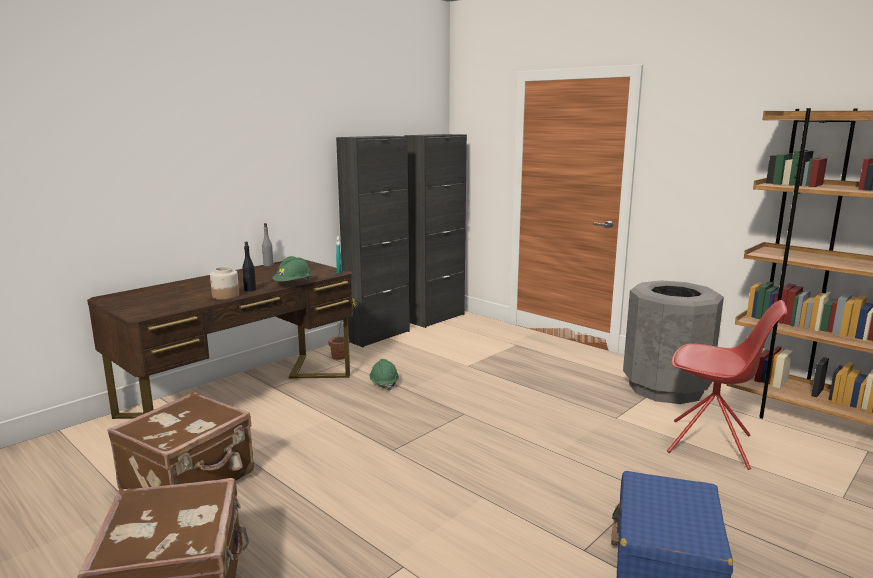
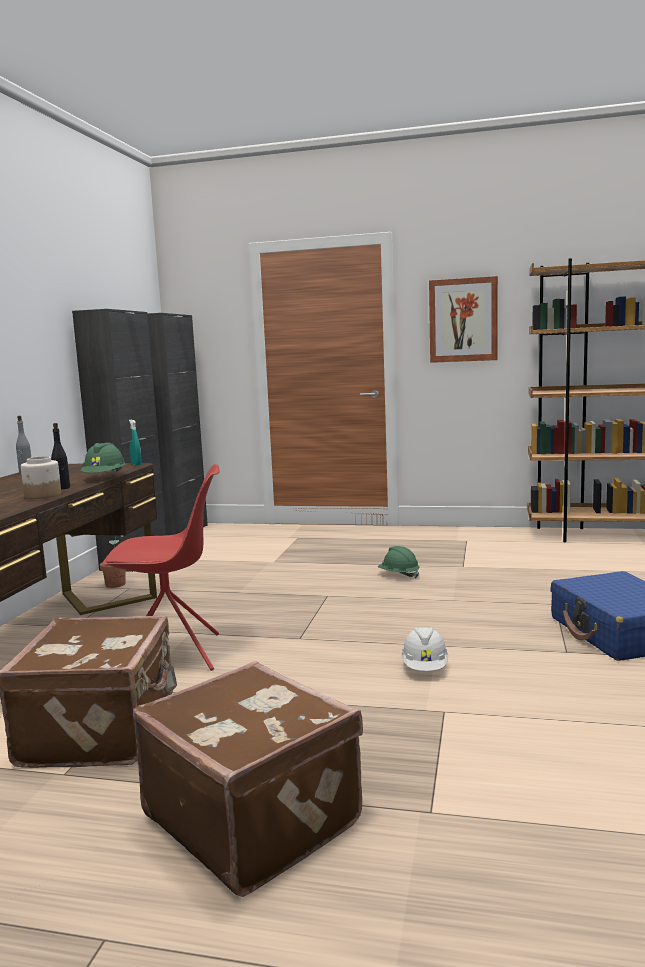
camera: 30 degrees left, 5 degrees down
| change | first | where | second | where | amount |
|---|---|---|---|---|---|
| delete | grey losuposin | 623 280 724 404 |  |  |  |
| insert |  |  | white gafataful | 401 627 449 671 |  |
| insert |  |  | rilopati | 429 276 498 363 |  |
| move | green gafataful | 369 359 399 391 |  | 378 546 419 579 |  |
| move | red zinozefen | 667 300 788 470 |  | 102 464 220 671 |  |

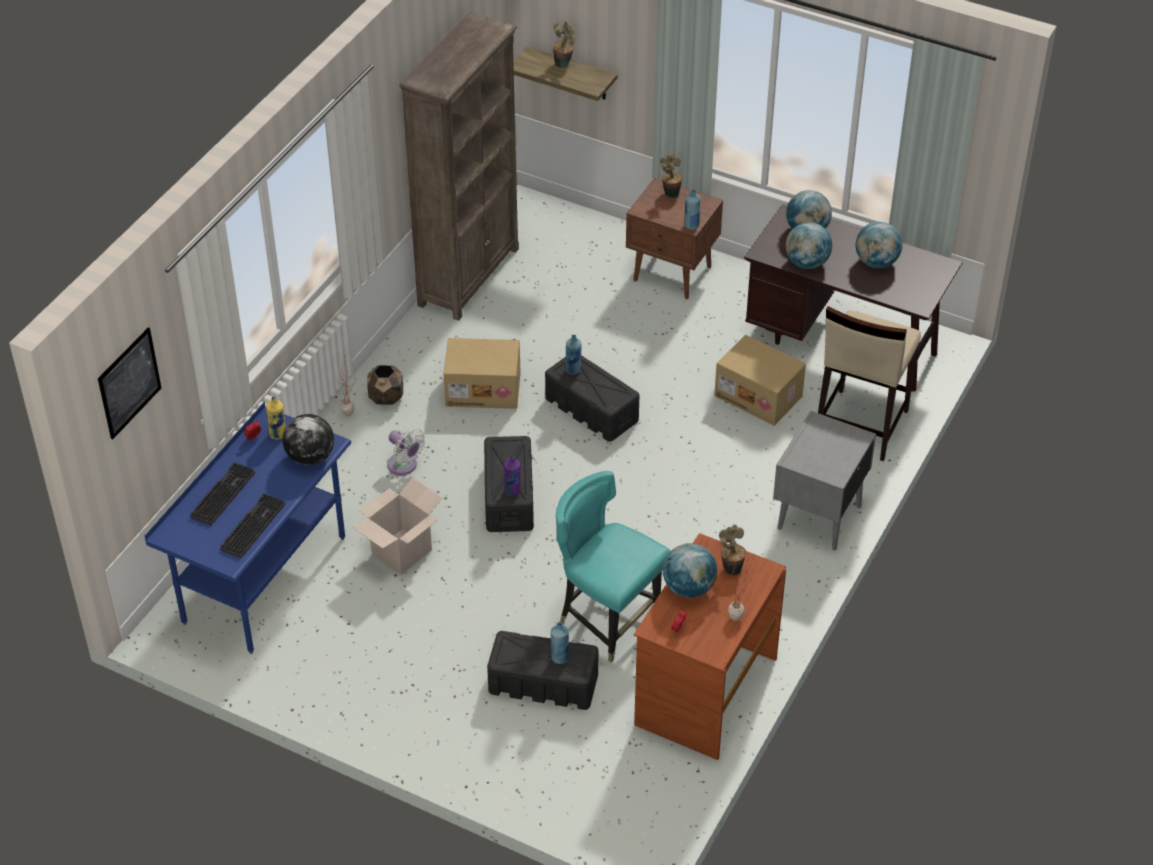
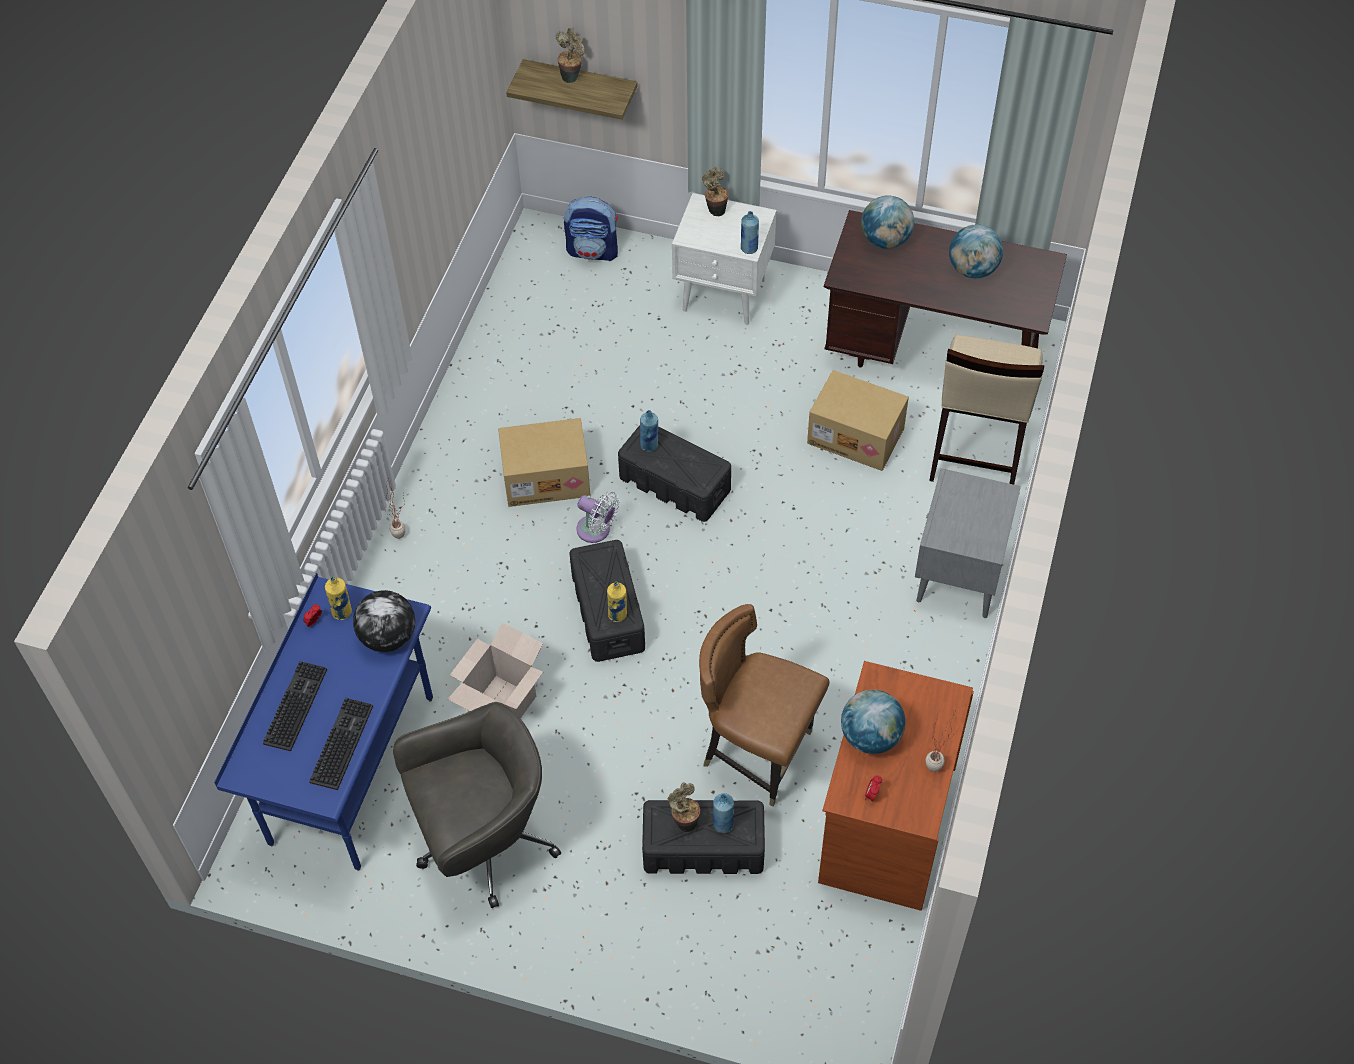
camera: 10 degrees left, 10 degrees up
| change | first | where | second | where | amount |
|---|---|---|---|---|---|
| delete | rilopati | 98 327 161 439 |  |  |  |
| delete | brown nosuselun | 367 365 403 405 |  |  |  |
| delete | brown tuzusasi | 399 12 519 321 |  |  |  |
| delete | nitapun | 786 222 832 269 |  |  |  |
| insert |  |  | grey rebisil | 393 702 561 908 |  |
| insert |  |  | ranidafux | 564 197 618 261 |  |
| move | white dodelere | 387 428 426 475 |  | 576 491 619 543 |  |
| move | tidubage | 719 524 746 576 |  | 668 782 700 832 |  |
| recolor | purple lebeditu | 504 456 521 496 | yellow lebeditu | 607 582 627 622 |  |
| recolor | turquoise zinozefen | 556 471 671 662 | brown zinozefen | 699 604 830 806 |  |
| recolor | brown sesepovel | 626 178 723 299 | white sesepovel | 672 193 776 325 |  |

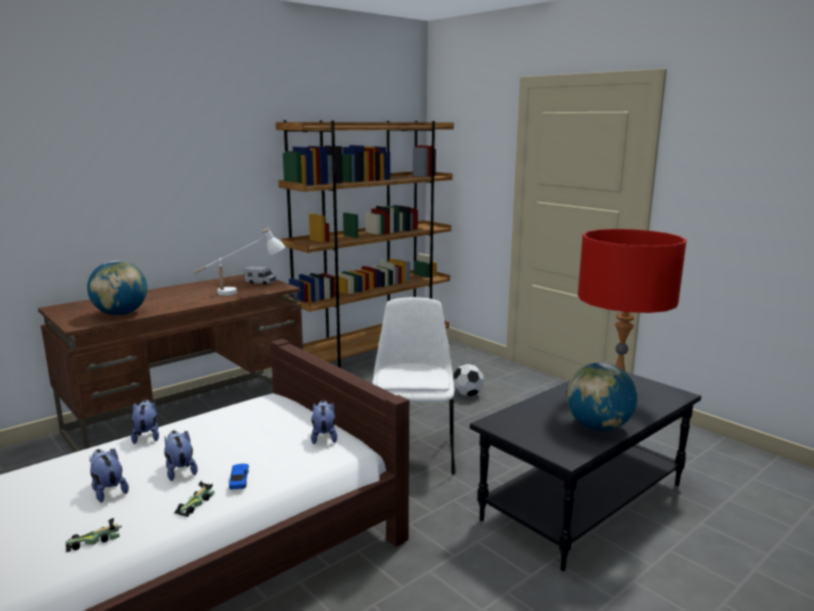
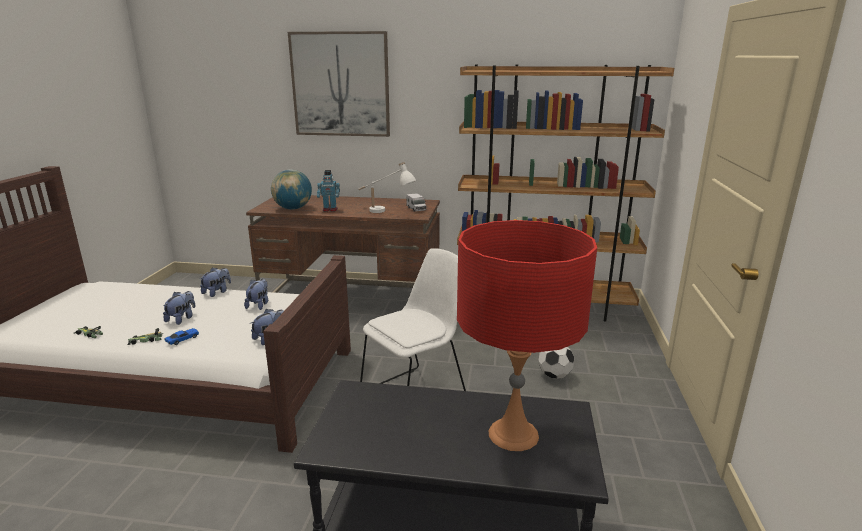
camera: 50 degrees right, 5 degrees up
| change | first | where | second | where | amount |
|---|---|---|---|---|---|
| delete | nitapun | 567 362 637 431 |  |  |  |
| insert |  |  | rilopati | 288 31 390 137 |  |
| insert |  |  | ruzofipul | 317 170 340 212 |  |
| move | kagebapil | 89 449 129 503 |  | 244 279 268 310 |  |

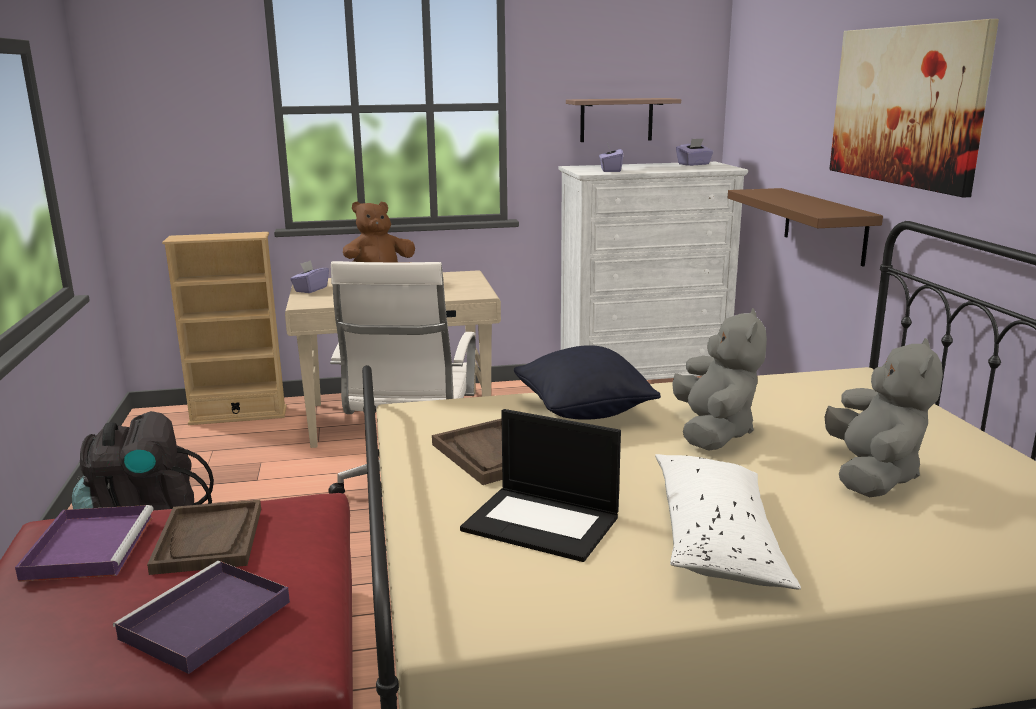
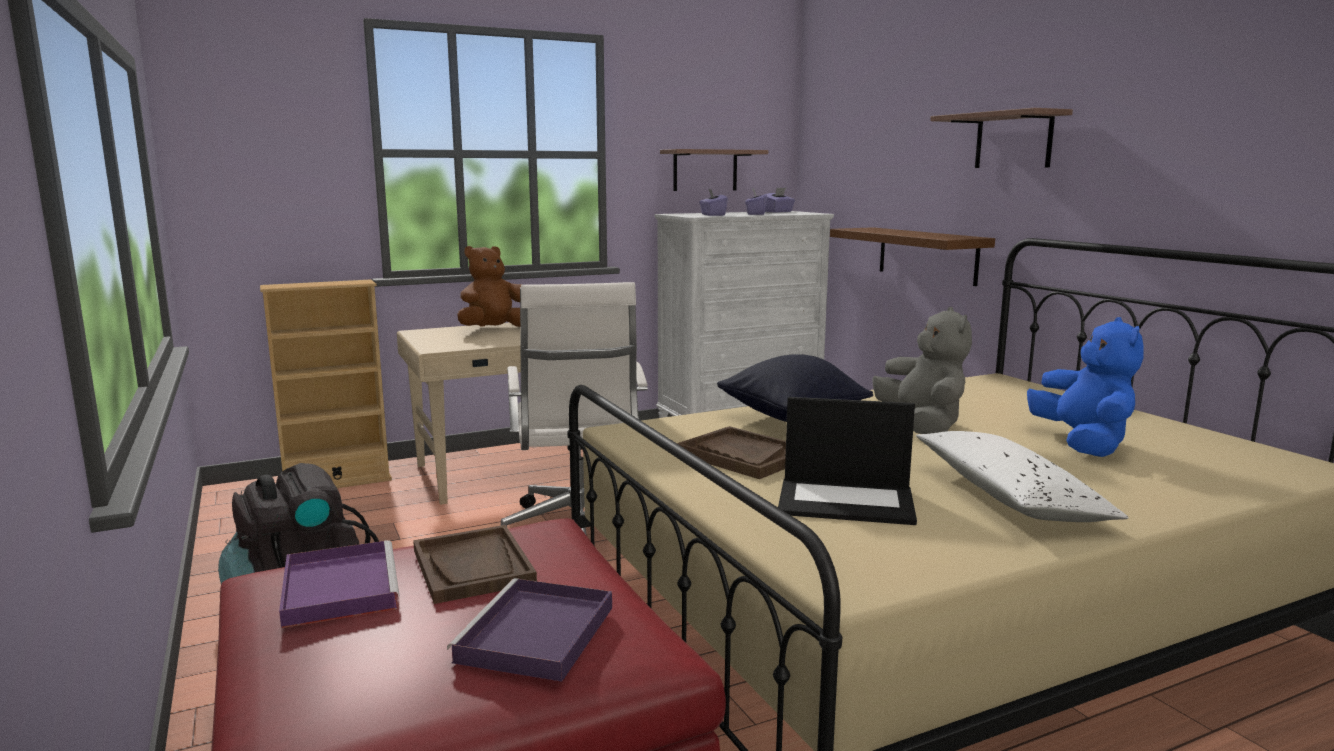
camera: 15 degrees left, 5 degrees down
| change | first | where | second | where | amount |
|---|---|---|---|---|---|
| move | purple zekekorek | 290 260 329 293 |  | 745 189 767 215 |  |
| replace | rilopati | 829 19 999 197 | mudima | 930 108 1073 168 |  |
| recolor | grey kagebapil | 825 338 943 497 | blue kagebapil | 1027 317 1144 457 |  |

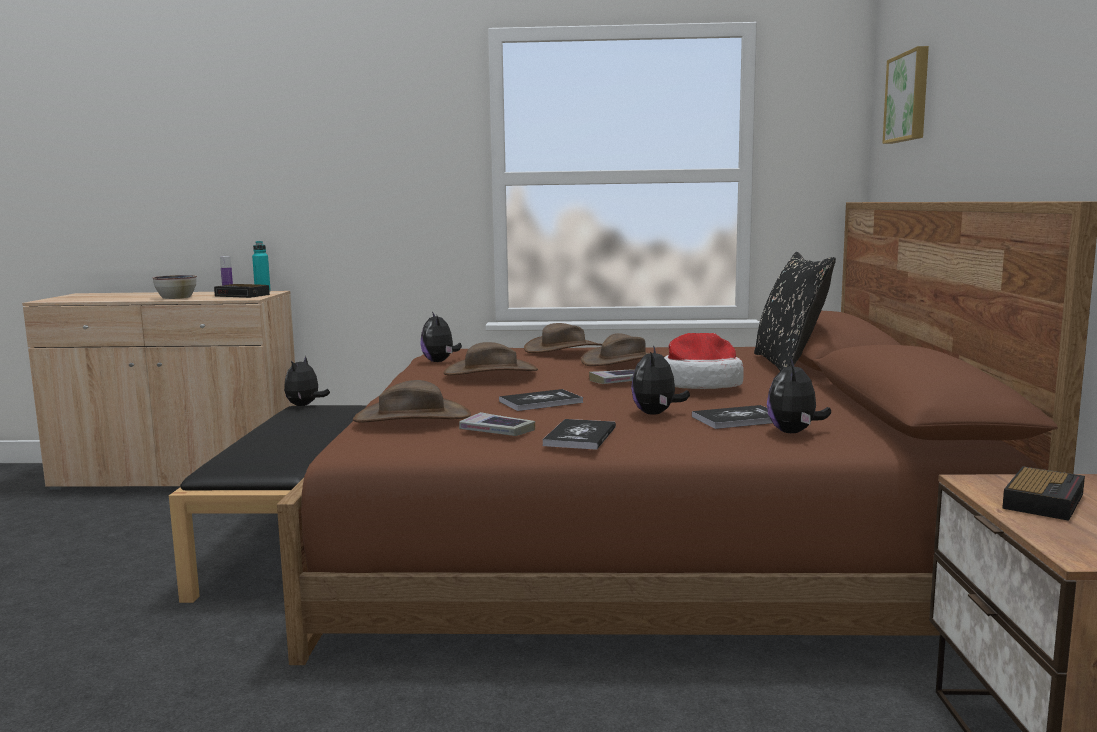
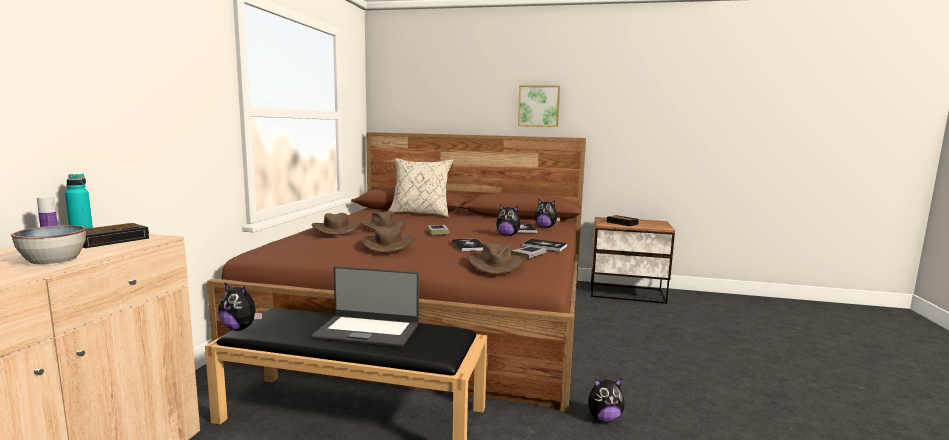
camera: 80 degrees left, 0 degrees up
| change | first | where | second | where | amount |
|---|---|---|---|---|---|
| delete | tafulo | 664 333 743 389 |  |  |  |
| insert |  |  | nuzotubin | 311 266 419 347 |  |
| move | kagebapil | 420 312 462 362 |  | 588 378 625 422 |  |
| move | rilopati | 882 46 929 144 |  | 518 85 560 127 |  |
| recolor | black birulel | 754 252 836 371 | beige birulel | 388 158 453 217 |  |

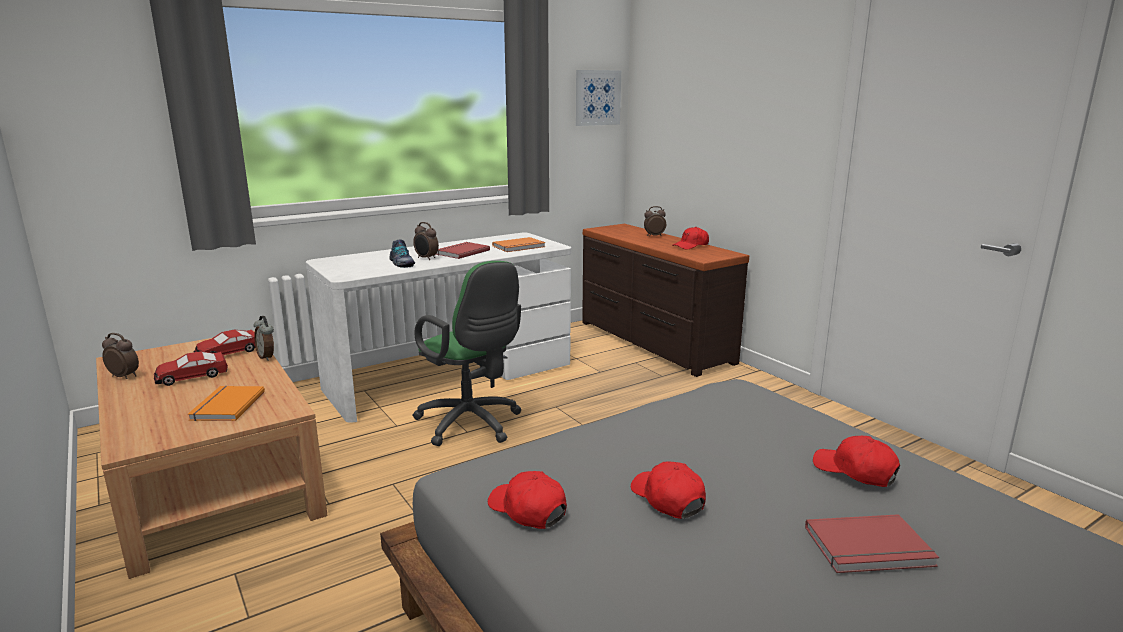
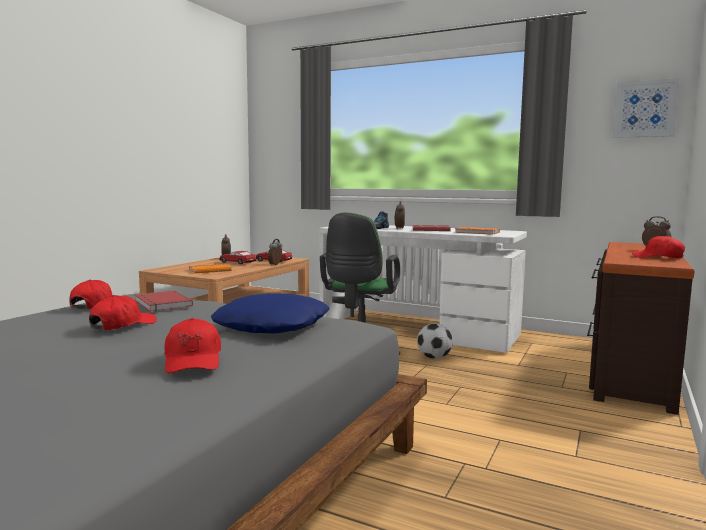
camera: 60 degrees right, 10 degrees down
| change | first | where | second | where | amount |
|---|---|---|---|---|---|
| insert |  |  | blue birulel | 211 293 330 334 |  |
| insert |  |  | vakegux | 417 323 453 359 |  |
| move | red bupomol | 805 514 939 573 |  | 135 291 193 311 |  |
| rotate | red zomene | 813 436 900 487 |  | 164 318 221 373 | 150 degrees clockwise |

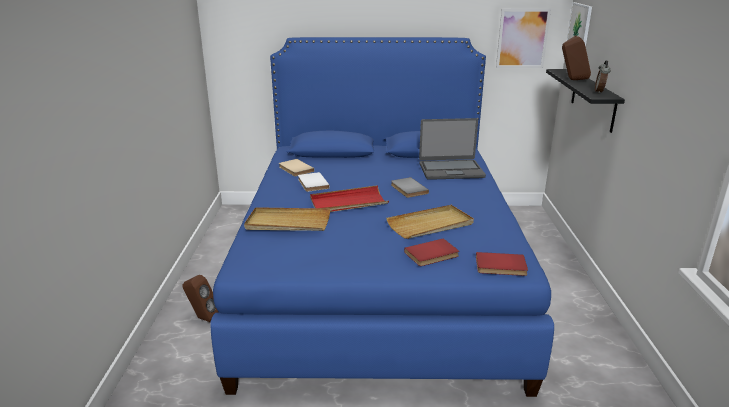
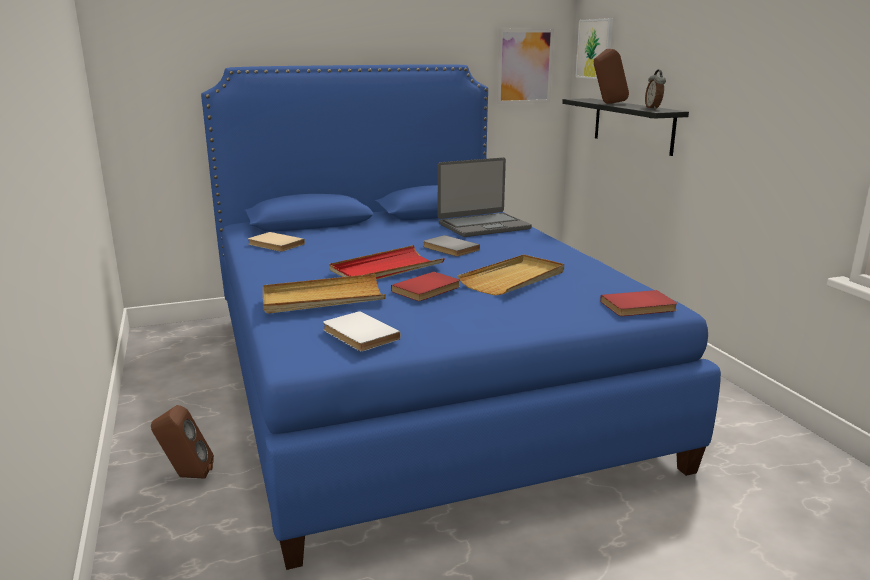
camera: 20 degrees left, 5 degrees down
| change | first | where | second | where | amount |
|---|---|---|---|---|---|
| move | white bupomol | 298 172 330 192 |  | 323 311 401 351 |  |
| move | red bupomol | 404 238 459 266 |  | 391 272 460 301 |  |

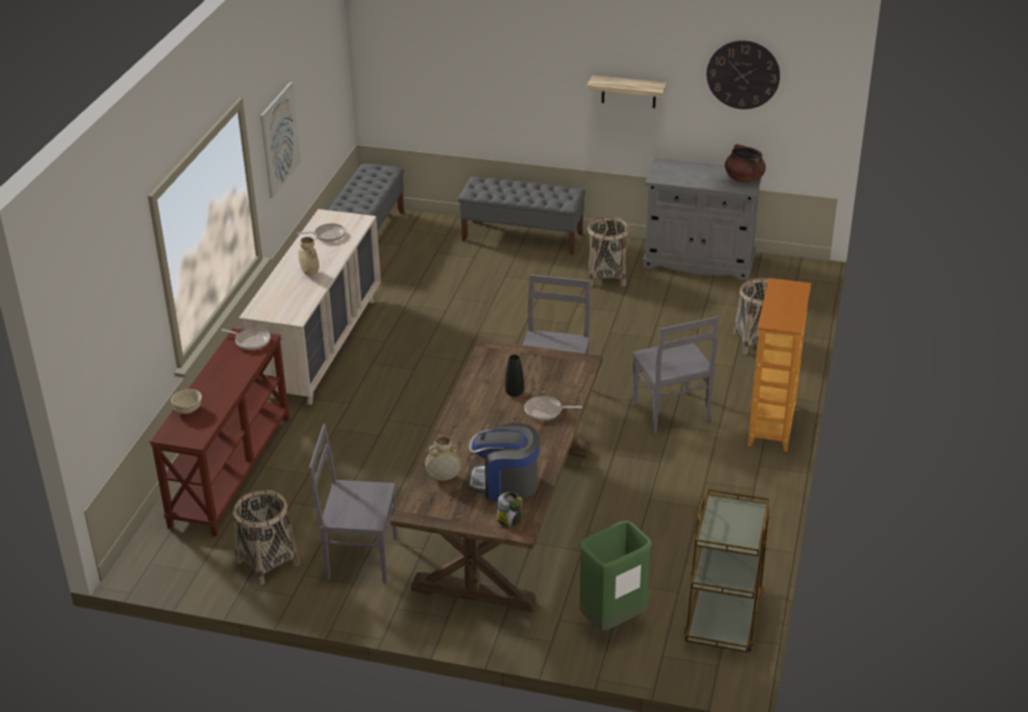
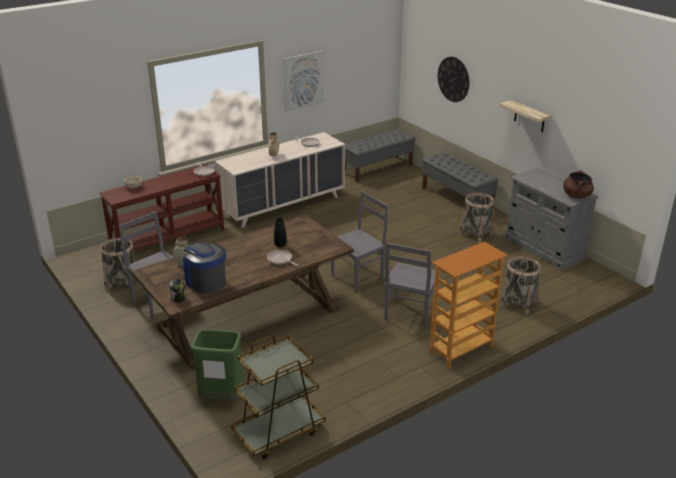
camera: 40 degrees right, 5 degrees down
| change | first | where | second | where | amount |
|---|---|---|---|---|---|
| move | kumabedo | 707 40 780 109 |  | 438 57 469 102 |  |

